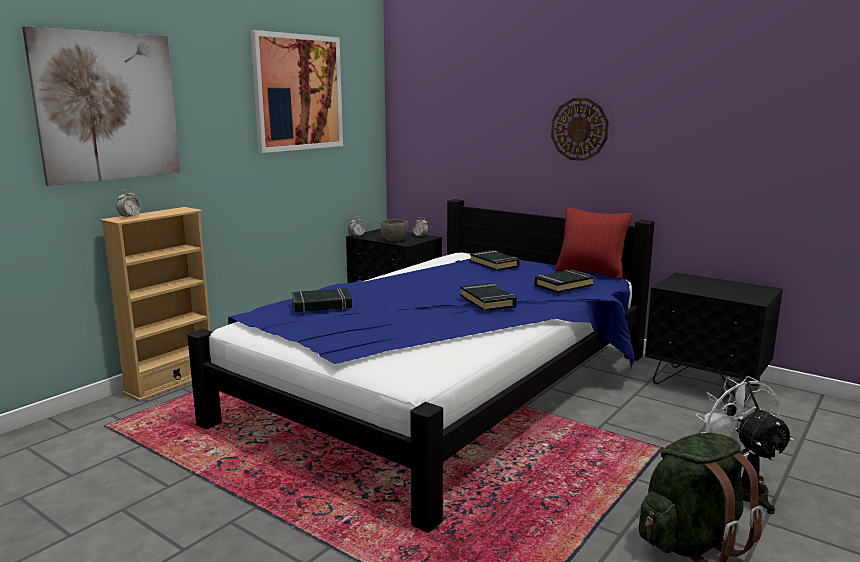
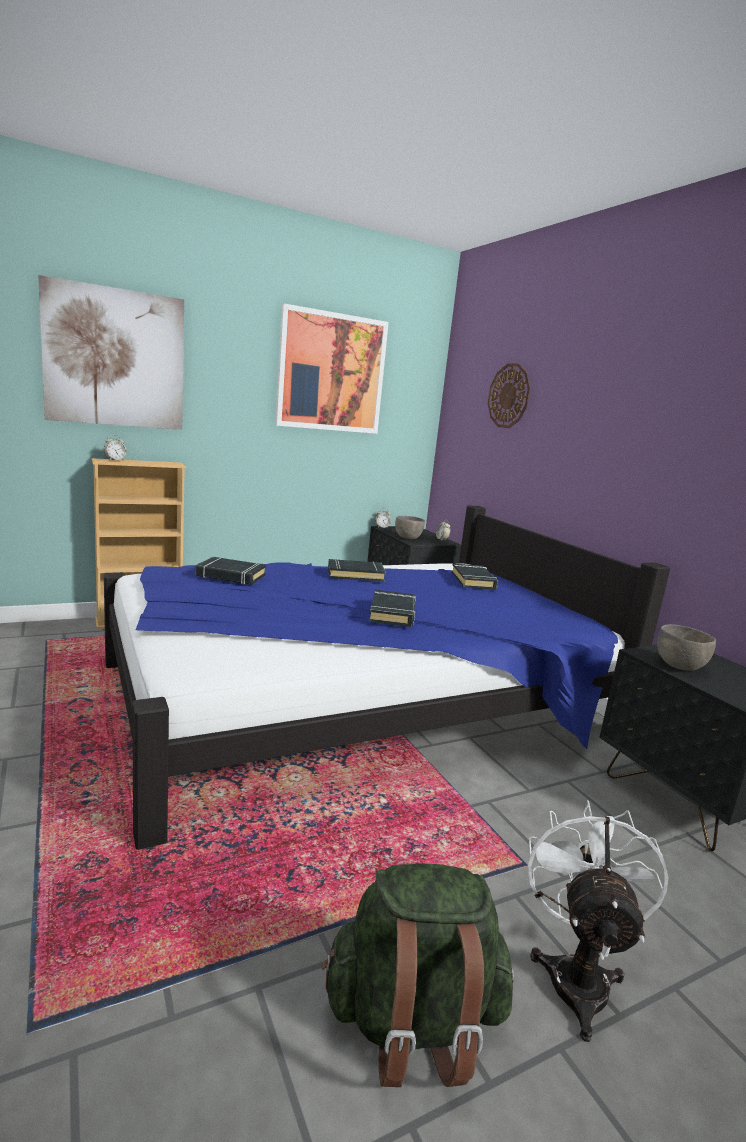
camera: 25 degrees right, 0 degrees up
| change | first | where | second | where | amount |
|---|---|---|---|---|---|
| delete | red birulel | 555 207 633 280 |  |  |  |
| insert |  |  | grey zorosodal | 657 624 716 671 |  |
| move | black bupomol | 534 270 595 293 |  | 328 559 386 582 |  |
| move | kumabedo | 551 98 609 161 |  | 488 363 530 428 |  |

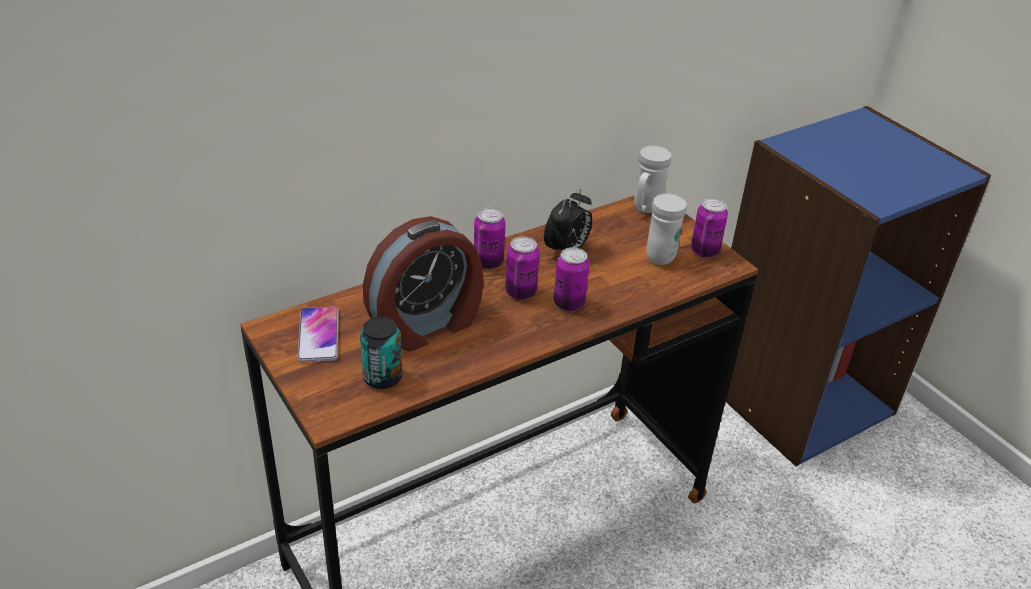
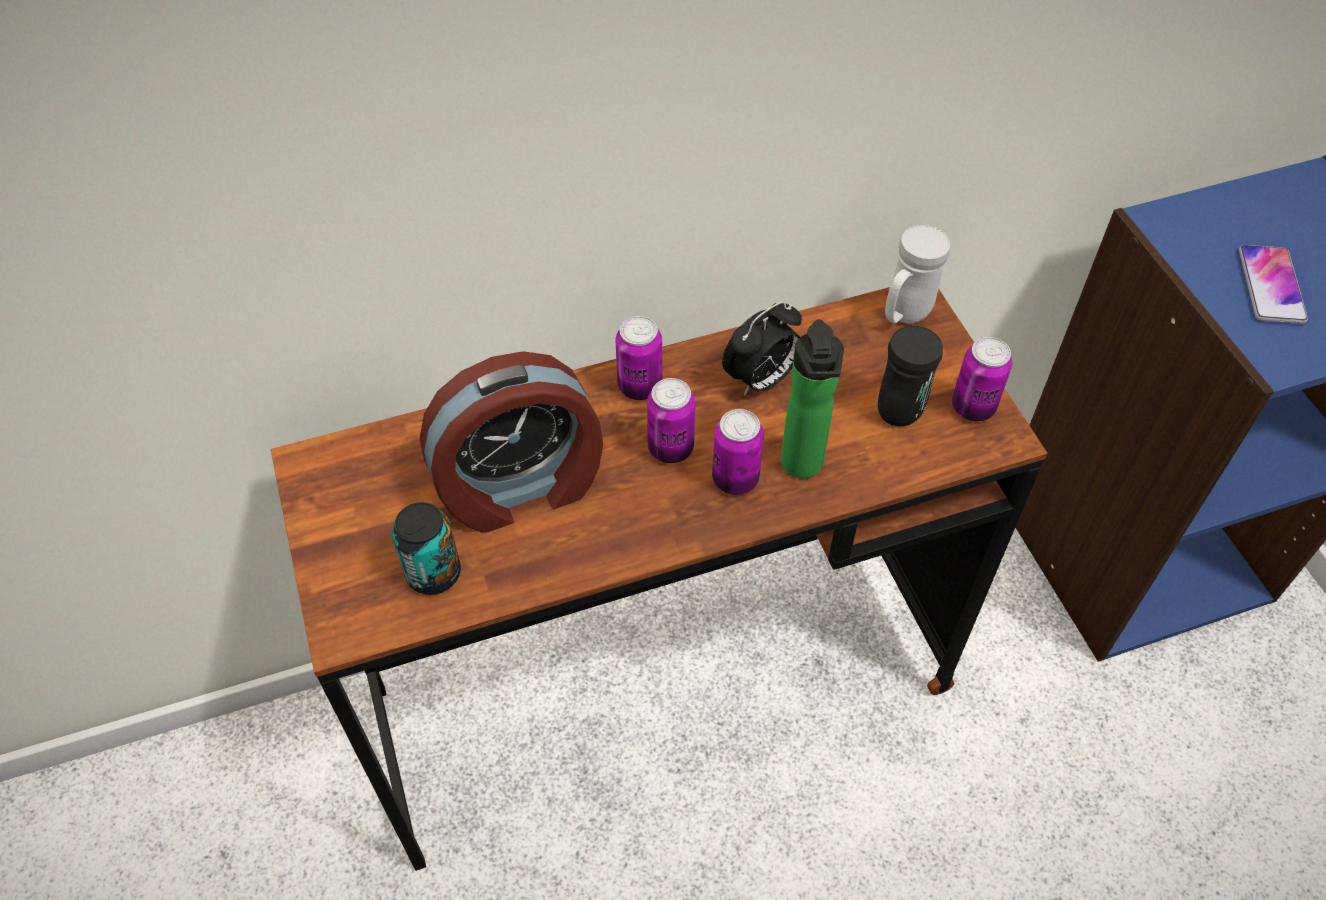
camera: 15 degrees right, 15 degrees up
| change | first | where | second | where | amount |
|---|---|---|---|---|---|
| insert |  |  | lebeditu | 781 319 844 478 |  |
| move | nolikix | 297 307 339 362 |  | 1239 245 1308 324 |  |
| recolor | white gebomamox | 646 193 687 265 | black gebomamox | 878 326 943 426 |  |

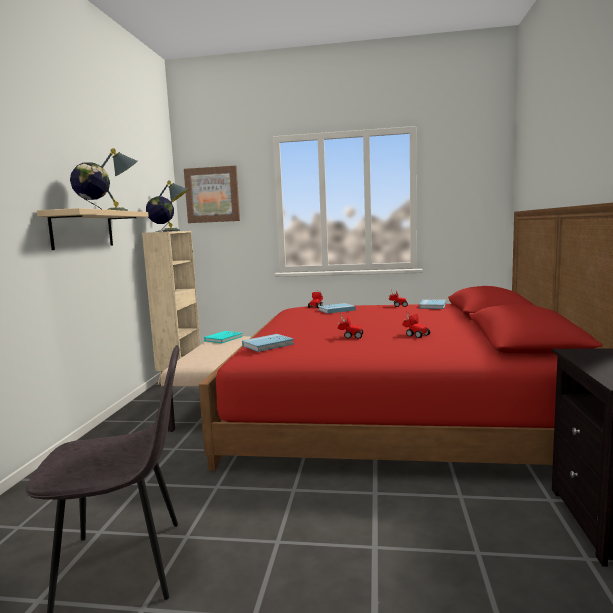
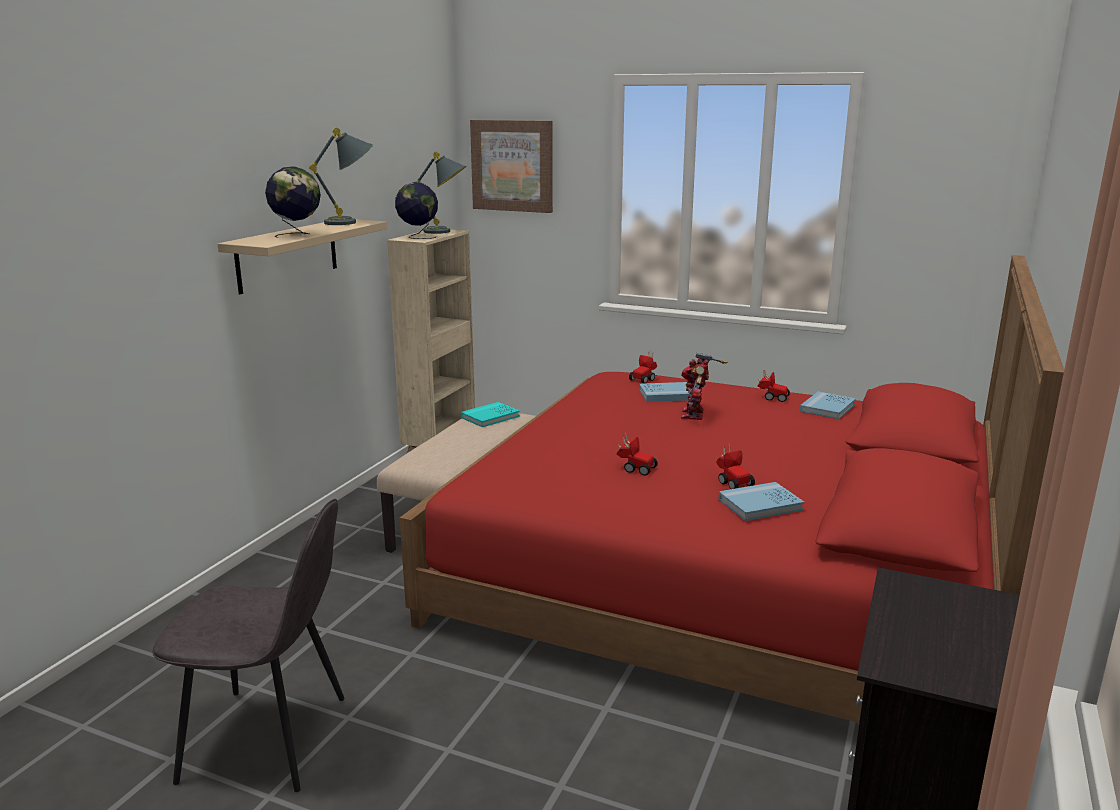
camera: 15 degrees right, 10 degrees up
| change | first | where | second | where | amount |
|---|---|---|---|---|---|
| insert |  |  | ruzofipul | 681 353 727 420 |  |
| move | blue bupomol | 242 334 294 352 |  | 718 482 805 521 |  |

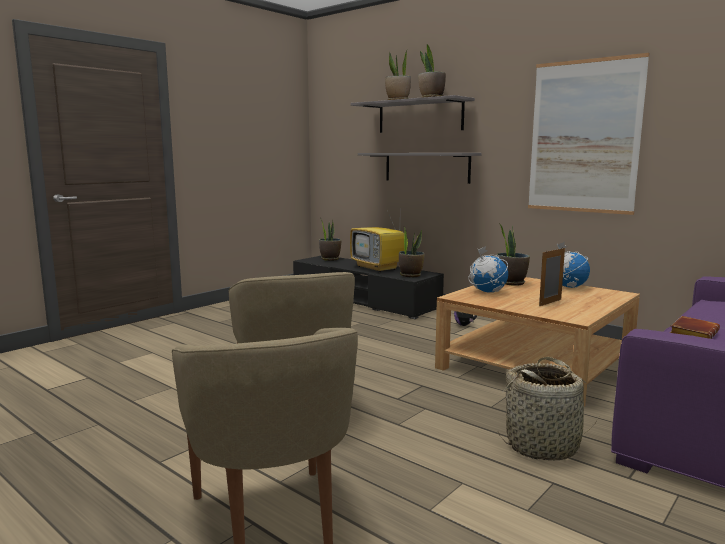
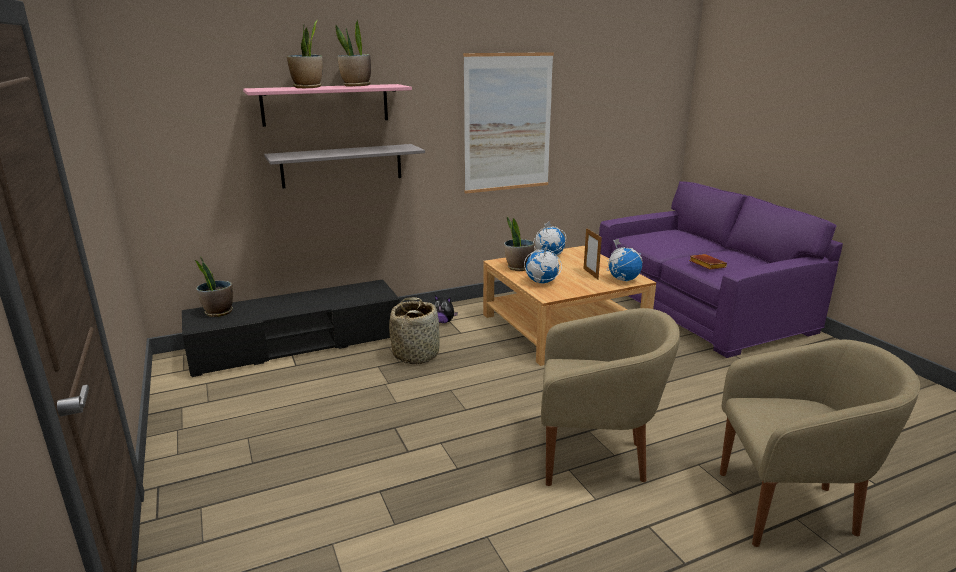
camera: 65 degrees left, 10 degrees up
| change | first | where | second | where | amount |
|---|---|---|---|---|---|
| delete | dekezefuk | 350 210 404 272 |  |  |  |
| delete | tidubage | 399 227 425 277 |  |  |  |
| insert |  |  | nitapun | 607 239 643 282 |  |
| move | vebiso | 498 357 600 460 |  | 389 297 440 364 |  |
| recolor | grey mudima | 351 95 475 133 | pink mudima | 243 84 412 127 |  |

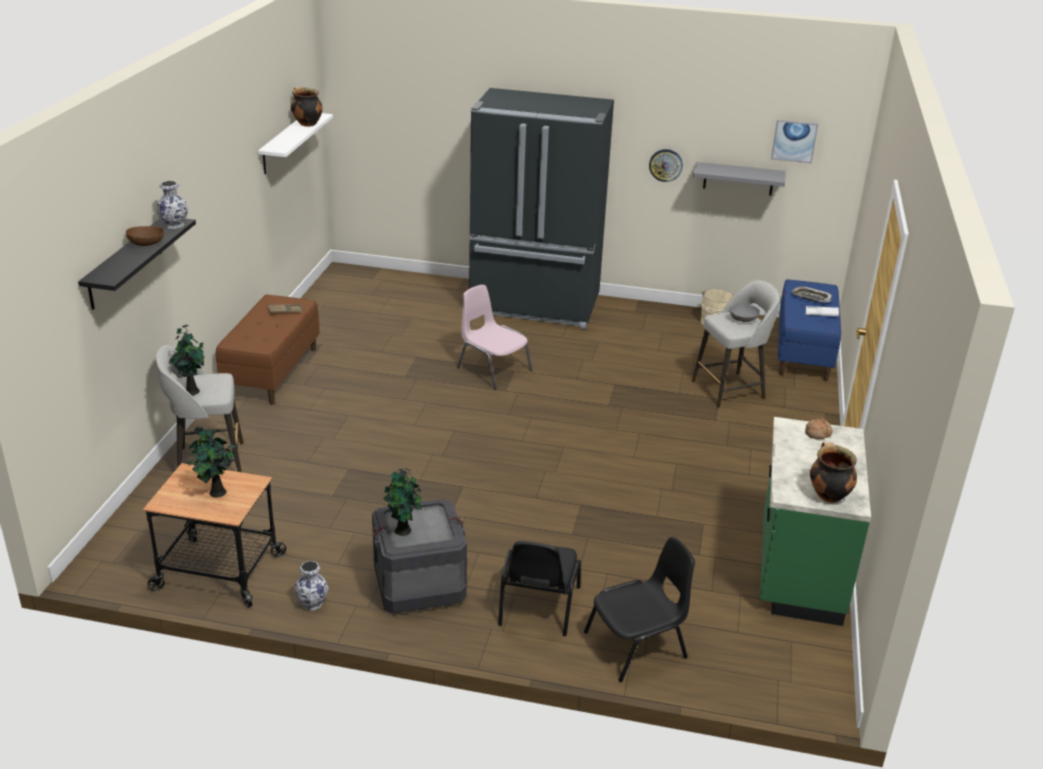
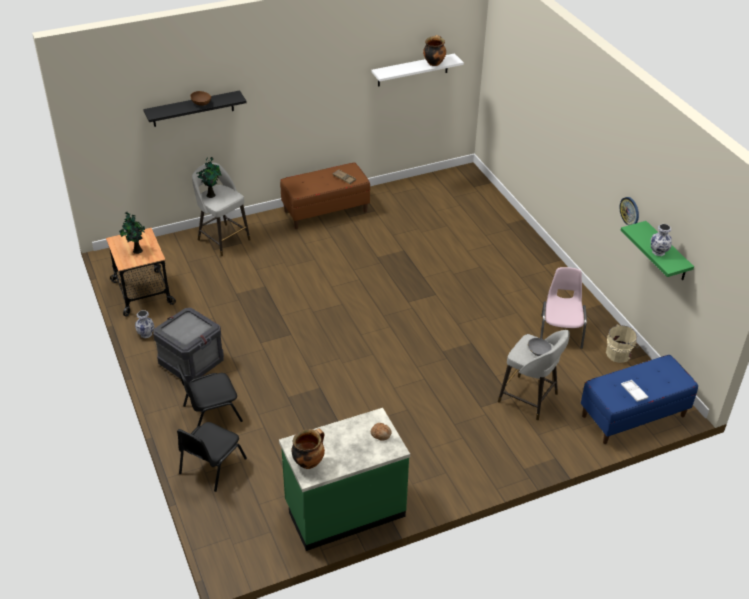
camera: 55 degrees right, 10 degrees up
| change | first | where | second | where | amount |
|---|---|---|---|---|---|
| delete | tidubage | 383 468 422 536 |  |  |  |
| delete | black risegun | 469 88 614 329 |  |  |  |
| delete | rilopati | 771 120 818 163 |  |  |  |
| delete | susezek | 792 286 832 302 |  |  |  |
| move | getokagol | 156 181 188 229 |  | 651 224 672 256 |  |
| move | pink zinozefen | 457 285 532 389 |  | 540 267 587 349 |  |
| recolor | grey mudima | 693 162 786 196 | green mudima | 620 221 694 280 |  |
| rotate | black zinozefen | 584 537 695 682 |  | 177 422 247 492 | 90 degrees clockwise |

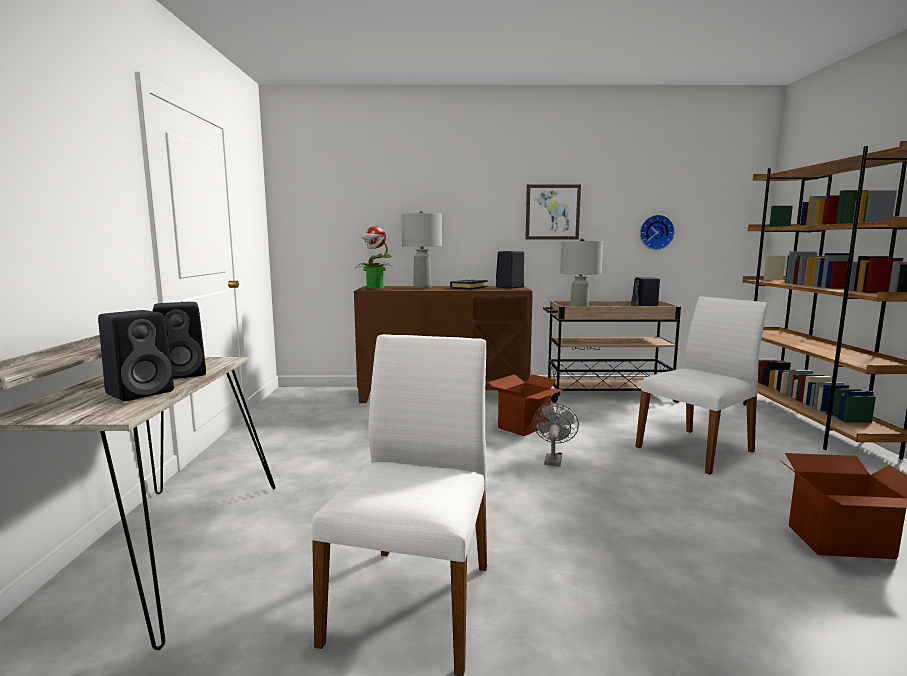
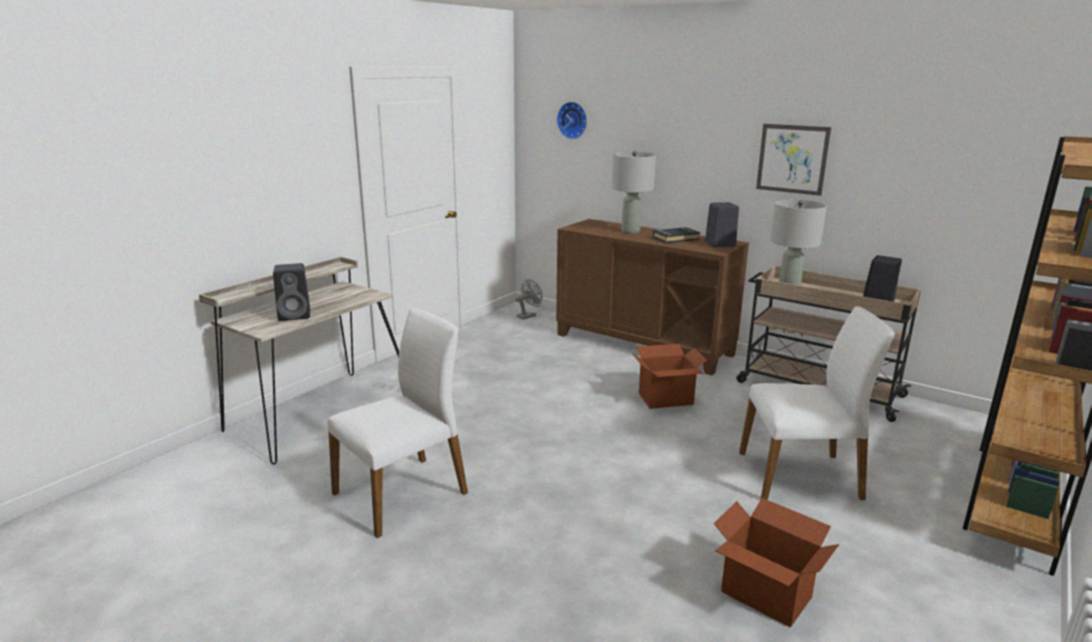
camera: 35 degrees right, 10 degrees up
| change | first | where | second | where | amount |
|---|---|---|---|---|---|
| delete | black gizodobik | 153 302 206 379 |  |  |  |
| delete | tidubage | 356 226 392 288 |  |  |  |
| move | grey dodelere | 533 403 579 467 |  | 516 279 543 319 |  |
| move | kumabedo | 640 215 675 250 |  | 557 102 587 139 |  |

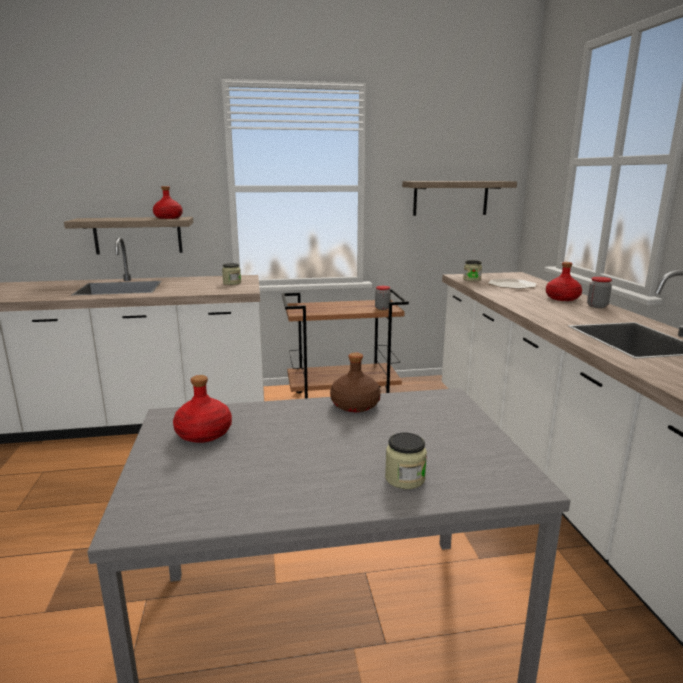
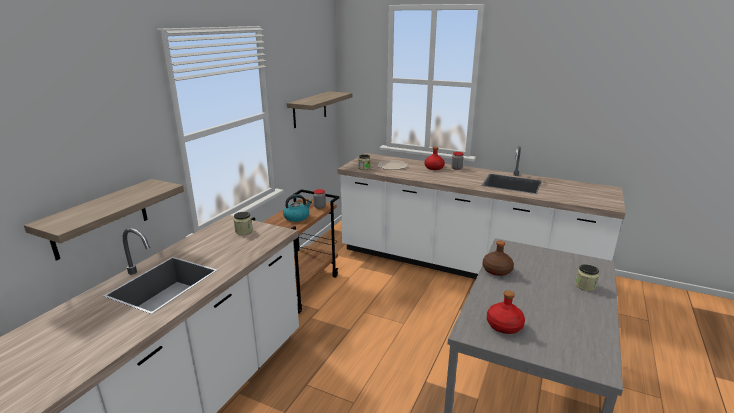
camera: 55 degrees left, 5 degrees up
| change | first | where | second | where | amount |
|---|---|---|---|---|---|
| delete | red lebeditu | 153 186 183 219 |  |  |  |
| insert |  |  | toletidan | 283 194 312 222 |  |

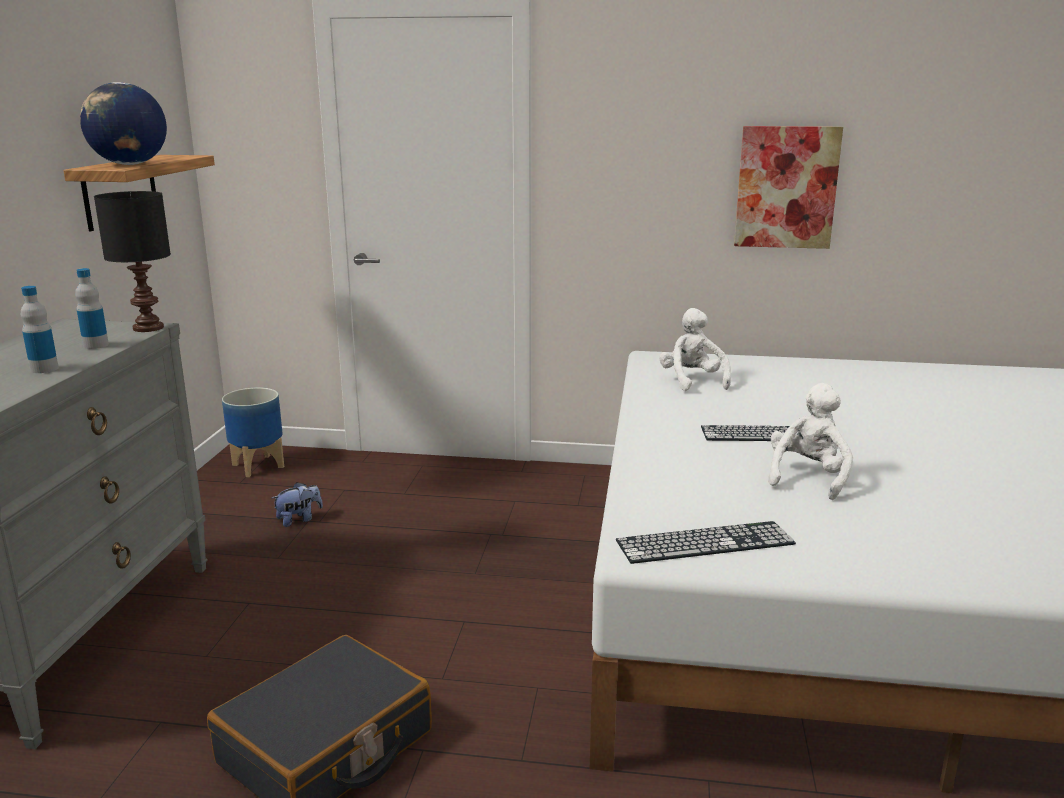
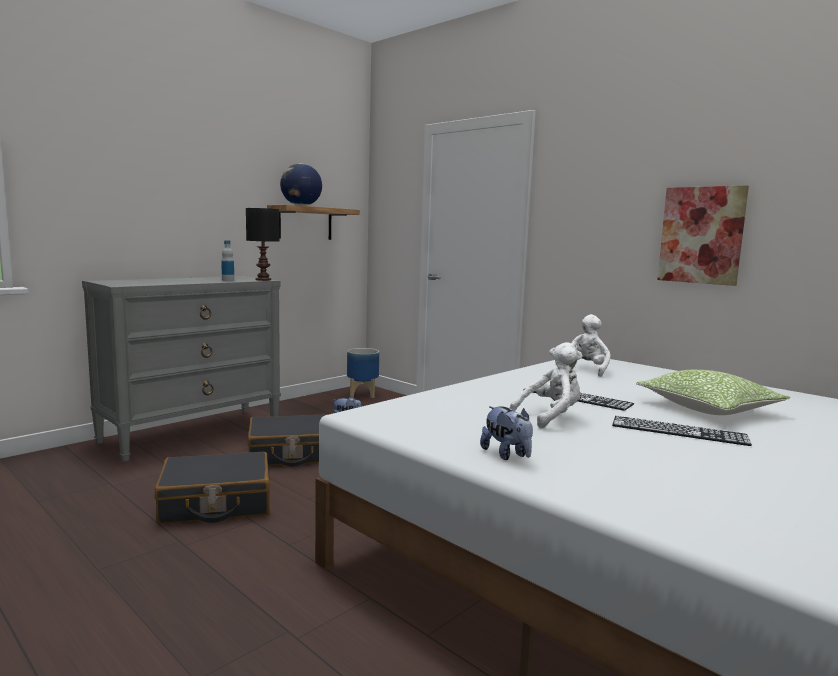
camera: 35 degrees right, 10 degrees down
| change | first | where | second | where | amount |
|---|---|---|---|---|---|
| delete | lebeditu | 21 286 59 373 |  |  |  |
| insert |  |  | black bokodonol | 248 414 328 466 |  |
| insert |  |  | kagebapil | 480 406 533 460 |  |
| insert |  |  | birulel | 636 370 790 415 |  |
| move | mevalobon | 616 521 796 564 |  | 612 416 752 446 |  |

